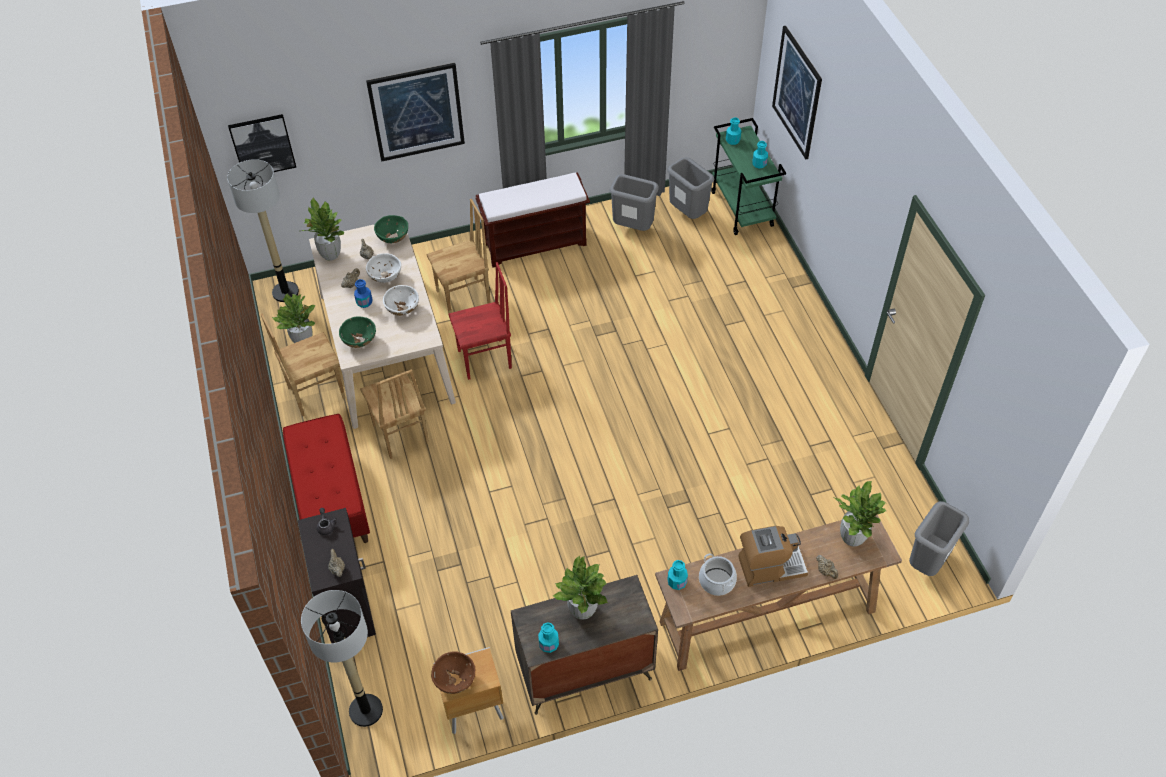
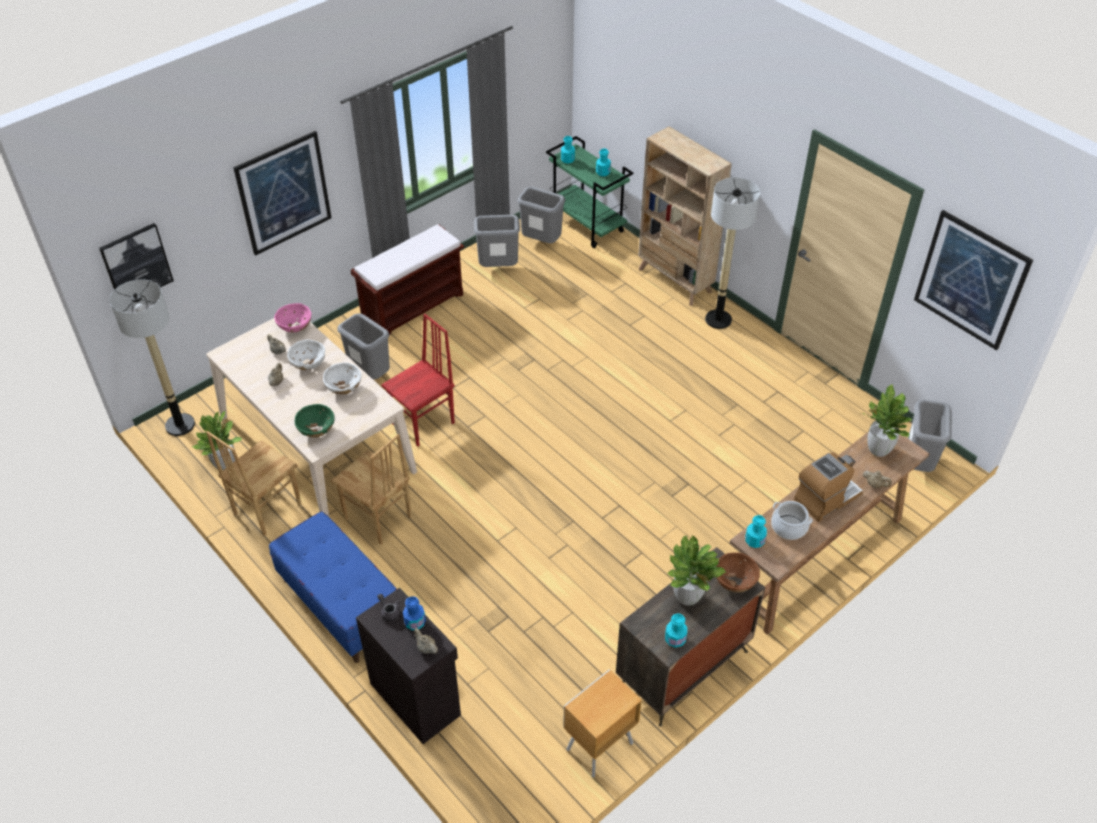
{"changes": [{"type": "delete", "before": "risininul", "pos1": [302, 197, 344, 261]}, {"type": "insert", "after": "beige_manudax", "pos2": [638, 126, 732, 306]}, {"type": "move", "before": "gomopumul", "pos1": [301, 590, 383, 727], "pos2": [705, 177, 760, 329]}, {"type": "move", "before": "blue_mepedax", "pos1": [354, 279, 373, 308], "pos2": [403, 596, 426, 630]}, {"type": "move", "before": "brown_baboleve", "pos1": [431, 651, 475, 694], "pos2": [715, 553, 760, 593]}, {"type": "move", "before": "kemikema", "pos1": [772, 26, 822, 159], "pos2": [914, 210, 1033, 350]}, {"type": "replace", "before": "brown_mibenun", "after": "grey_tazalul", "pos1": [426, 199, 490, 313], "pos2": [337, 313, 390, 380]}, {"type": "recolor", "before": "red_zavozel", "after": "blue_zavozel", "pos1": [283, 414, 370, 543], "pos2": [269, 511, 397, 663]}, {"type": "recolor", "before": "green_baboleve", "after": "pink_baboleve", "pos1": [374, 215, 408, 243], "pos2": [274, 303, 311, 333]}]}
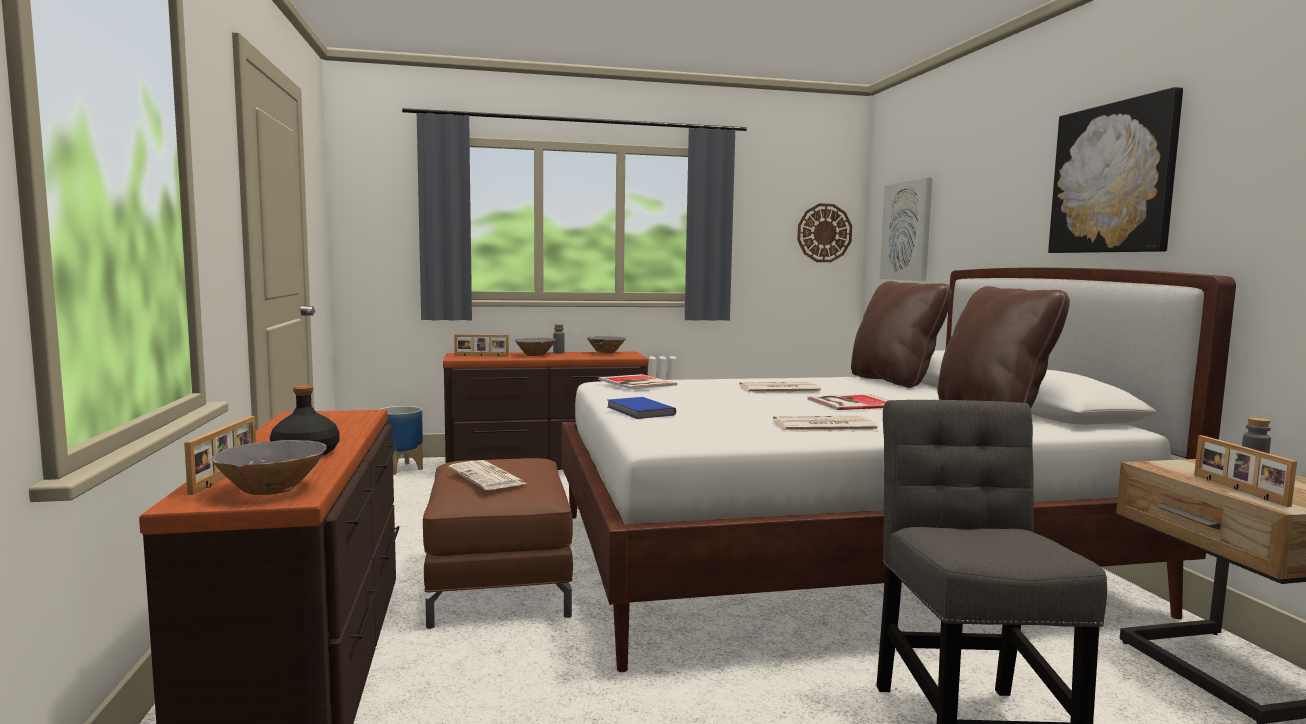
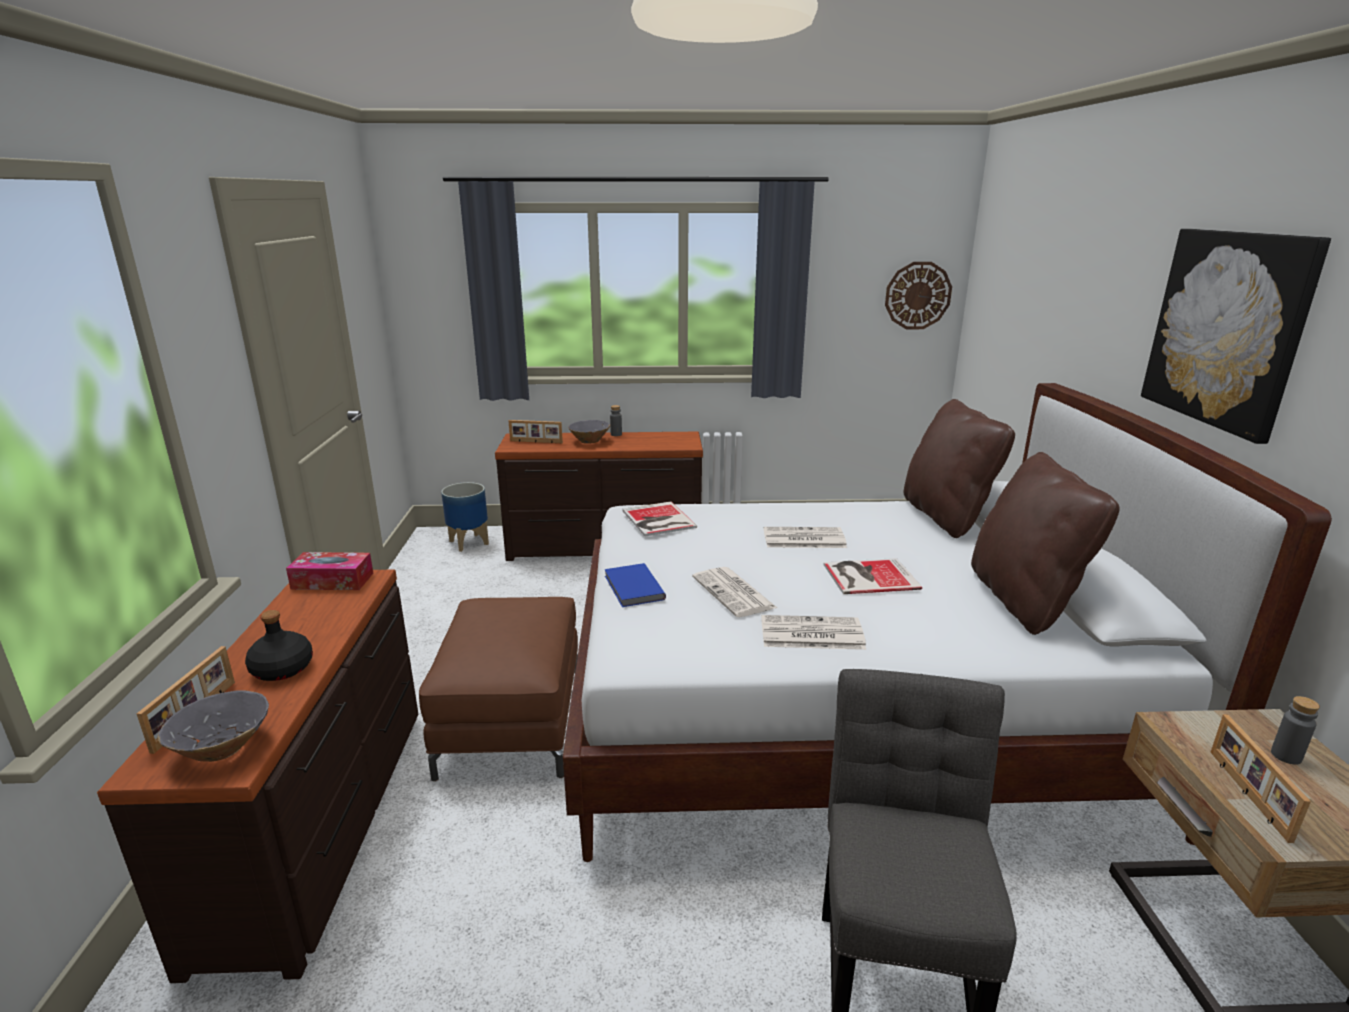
{"changes": [{"type": "delete", "before": "grey_baboleve", "pos1": [587, 336, 626, 354]}, {"type": "delete", "before": "kemikema", "pos1": [880, 177, 932, 281]}, {"type": "insert", "after": "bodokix", "pos2": [286, 552, 373, 590]}, {"type": "move", "before": "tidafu", "pos1": [448, 460, 527, 490], "pos2": [692, 567, 777, 617]}]}
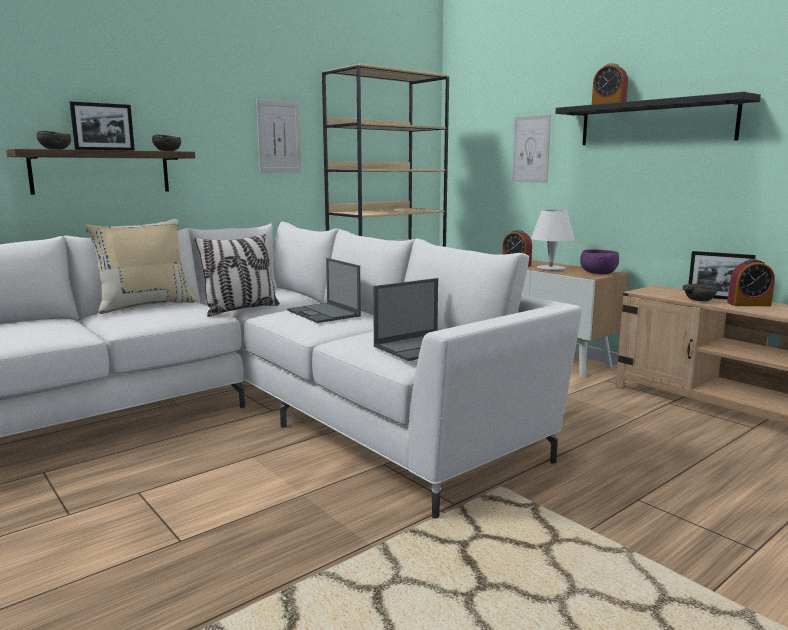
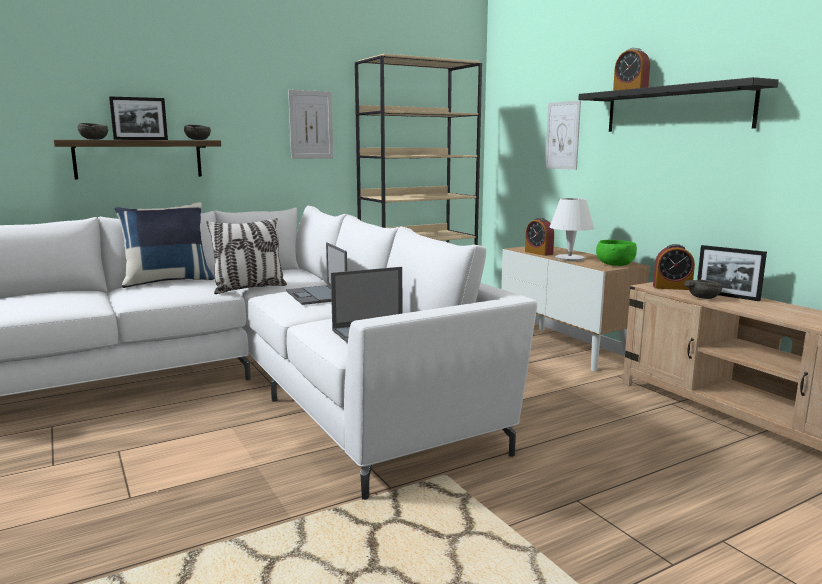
{"changes": [{"type": "move", "before": "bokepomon", "pos1": [727, 259, 775, 306], "pos2": [653, 244, 695, 290]}, {"type": "recolor", "before": "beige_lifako", "after": "blue_lifako", "pos1": [85, 219, 197, 314], "pos2": [115, 202, 214, 288]}, {"type": "recolor", "before": "purple_baboleve", "after": "green_baboleve", "pos1": [580, 249, 619, 274], "pos2": [596, 240, 637, 266]}]}
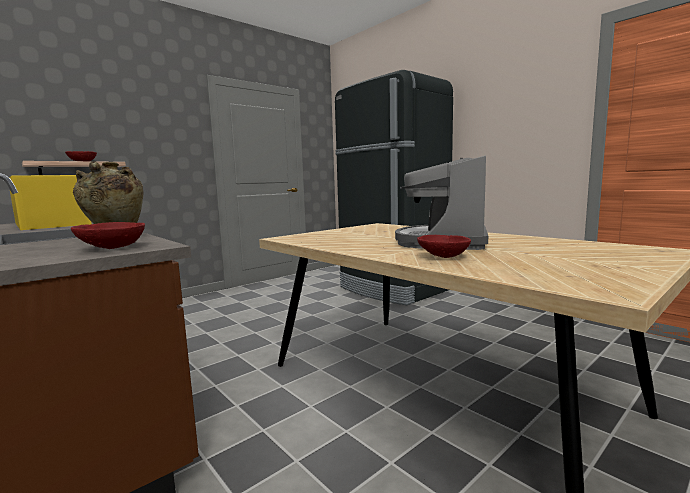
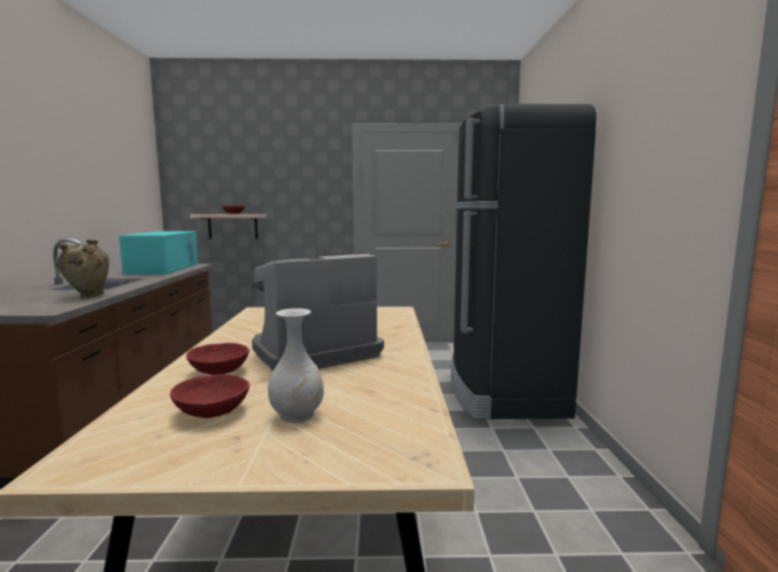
{"changes": [{"type": "insert", "after": "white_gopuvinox", "pos2": [268, 308, 324, 423]}, {"type": "move", "before": "red_baboleve", "pos1": [71, 222, 145, 249], "pos2": [170, 374, 250, 418]}, {"type": "recolor", "before": "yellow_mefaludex", "after": "turquoise_mefaludex", "pos1": [9, 175, 92, 230], "pos2": [119, 231, 198, 274]}]}
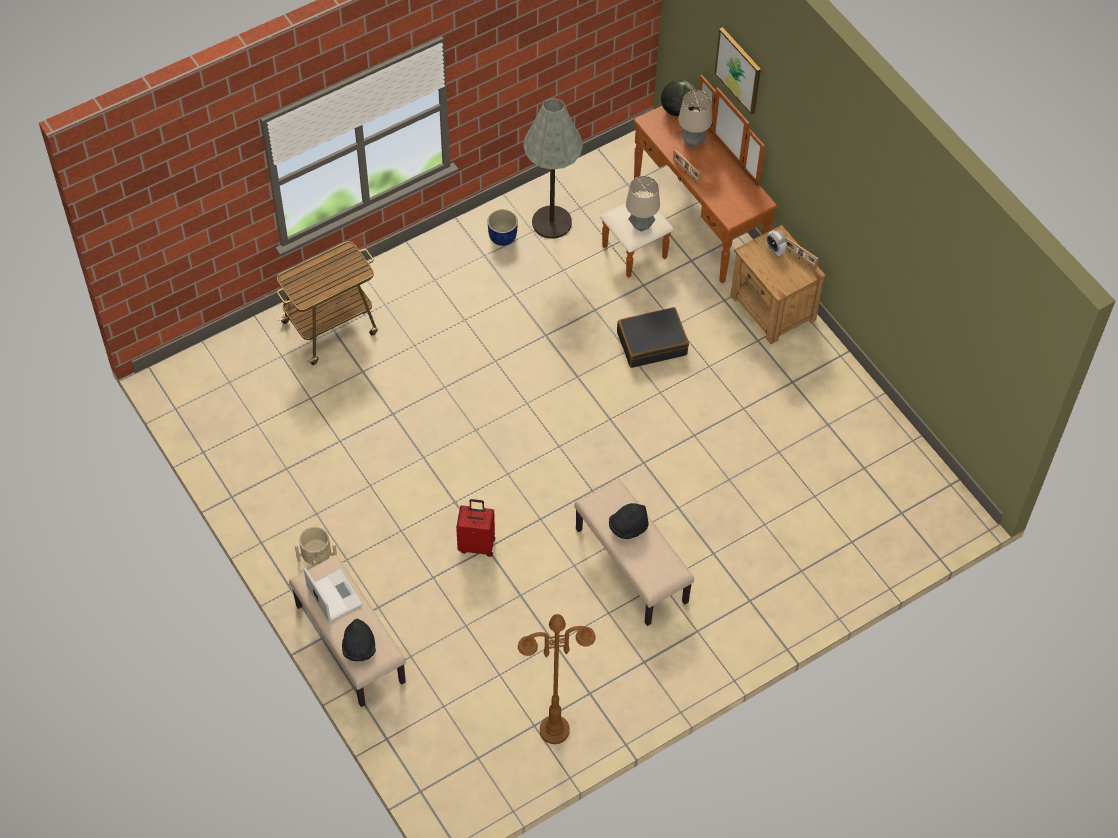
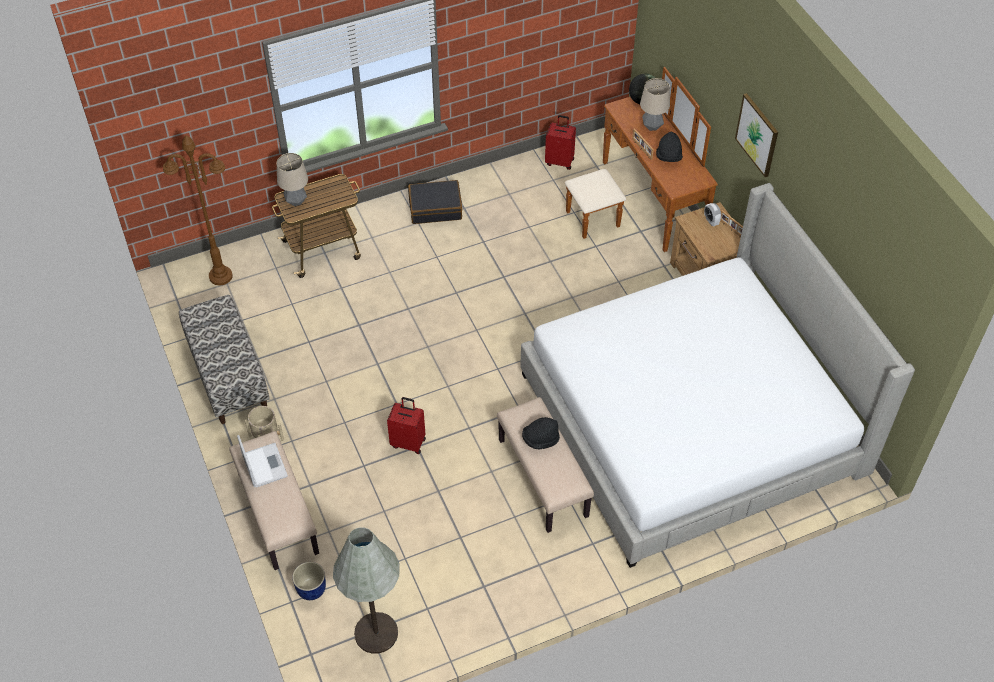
{"changes": [{"type": "insert", "after": "zavozel", "pos2": [179, 295, 270, 424]}, {"type": "insert", "after": "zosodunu", "pos2": [521, 183, 915, 568]}, {"type": "insert", "after": "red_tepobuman", "pos2": [545, 115, 576, 170]}, {"type": "move", "before": "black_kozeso", "pos1": [342, 619, 376, 662], "pos2": [656, 132, 683, 162]}, {"type": "move", "before": "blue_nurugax", "pos1": [487, 209, 518, 246], "pos2": [292, 562, 326, 600]}, {"type": "move", "before": "brown_gomopumul", "pos1": [518, 614, 596, 744], "pos2": [163, 135, 233, 285]}, {"type": "move", "before": "grey_gomopumul", "pos1": [523, 98, 583, 239], "pos2": [333, 527, 400, 654]}, {"type": "move", "before": "black_tepobuman", "pos1": [617, 307, 689, 368], "pos2": [408, 180, 462, 224]}, {"type": "move", "before": "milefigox", "pos1": [626, 176, 660, 232], "pos2": [277, 153, 308, 206]}, {"type": "move", "before": "kemikema", "pos1": [715, 27, 761, 115], "pos2": [735, 93, 778, 177]}]}
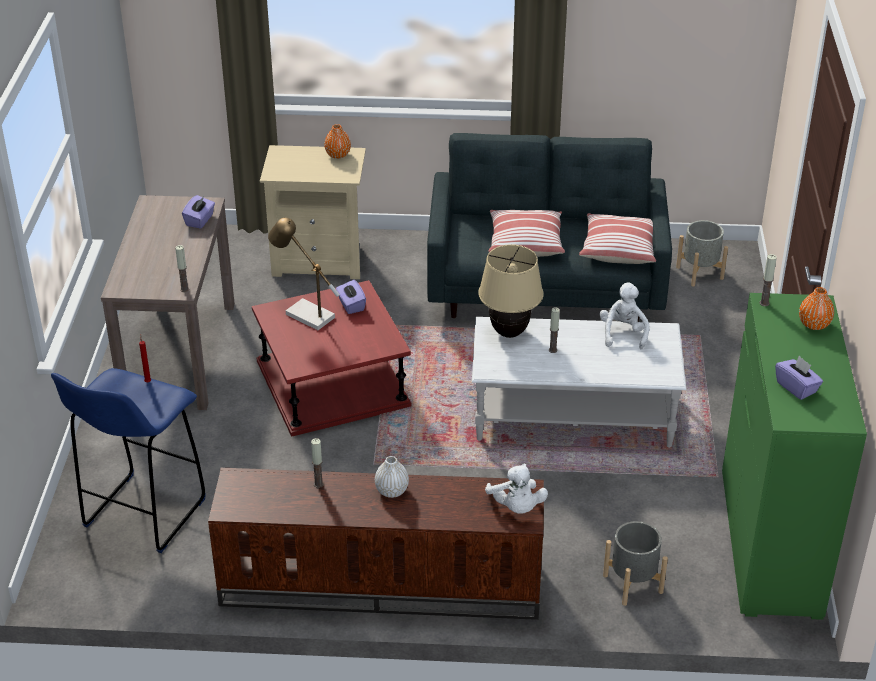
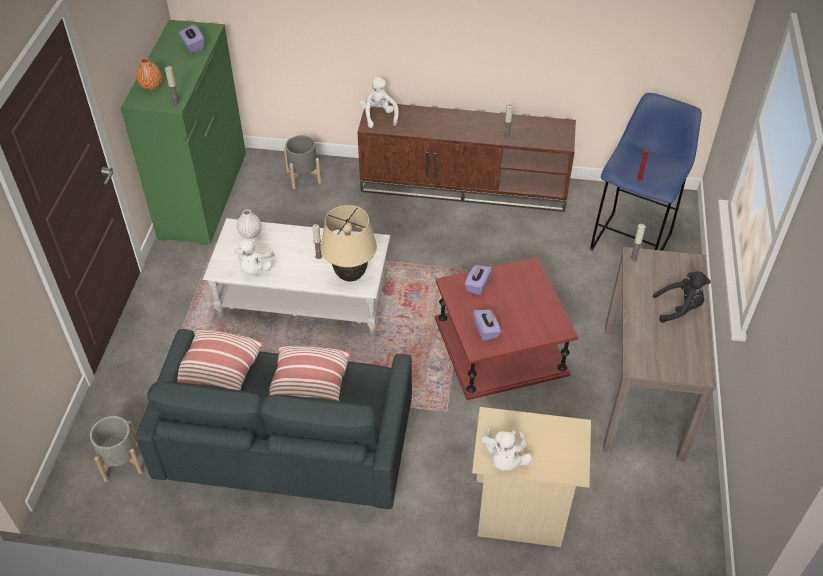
{"changes": [{"type": "delete", "before": "milefigox", "pos1": [268, 218, 340, 330]}, {"type": "insert", "after": "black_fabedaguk", "pos2": [653, 271, 711, 323]}, {"type": "move", "before": "purple_bodokix", "pos1": [182, 195, 215, 229], "pos2": [465, 264, 492, 295]}, {"type": "move", "before": "white_gopuvinox", "pos1": [375, 456, 409, 498], "pos2": [237, 209, 261, 239]}, {"type": "replace", "before": "orange_gopuvinox", "after": "white_fabedaguk", "pos1": [324, 124, 351, 159], "pos2": [481, 429, 533, 471]}]}
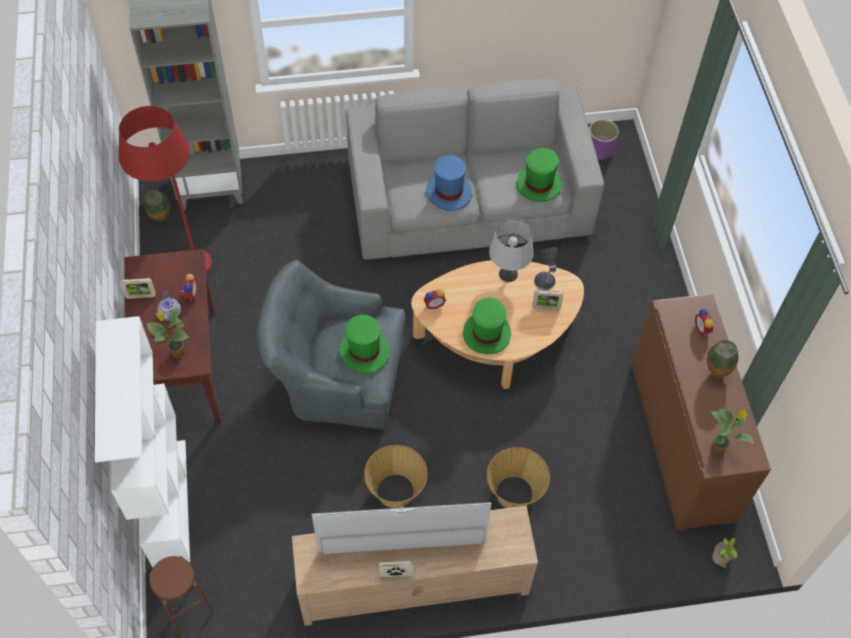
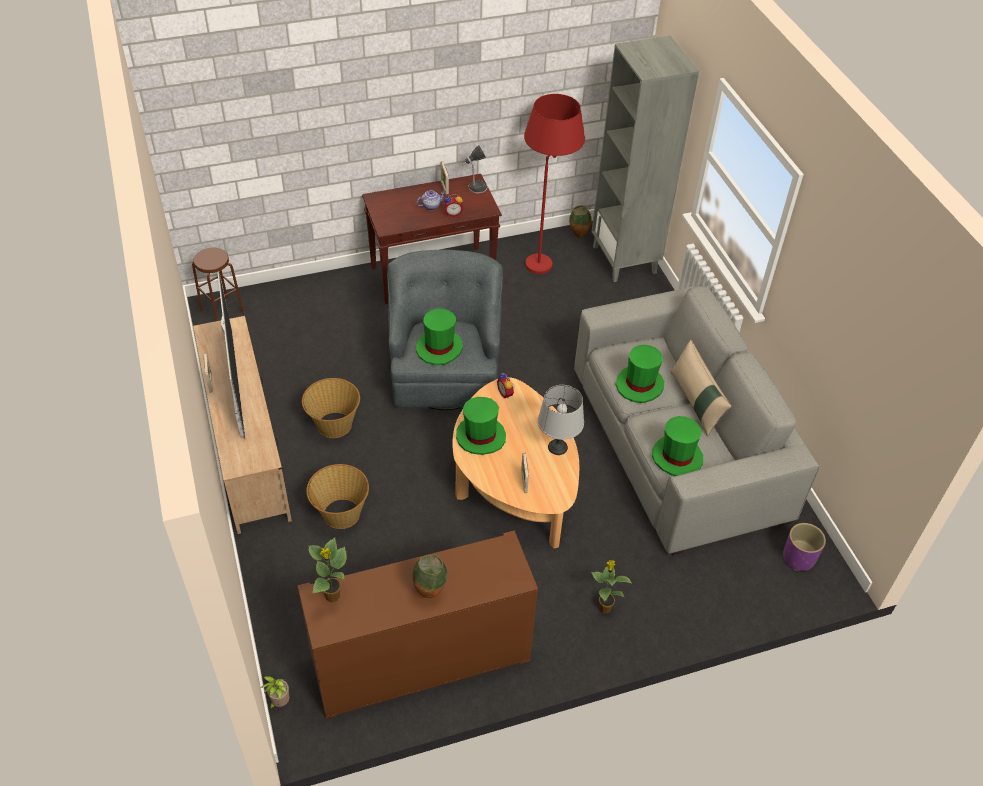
{"changes": [{"type": "delete", "before": "white_manudax", "pos1": [95, 316, 190, 567]}, {"type": "delete", "before": "bokepomon", "pos1": [695, 309, 715, 336]}, {"type": "insert", "after": "beige_lifako", "pos2": [670, 340, 732, 437]}, {"type": "move", "before": "risininul", "pos1": [146, 307, 189, 359], "pos2": [591, 560, 631, 614]}, {"type": "move", "before": "milefigox", "pos1": [534, 248, 557, 290], "pos2": [465, 145, 487, 194]}, {"type": "recolor", "before": "blue_kozeso", "after": "green_kozeso", "pos1": [426, 155, 472, 211], "pos2": [616, 345, 664, 403]}]}
